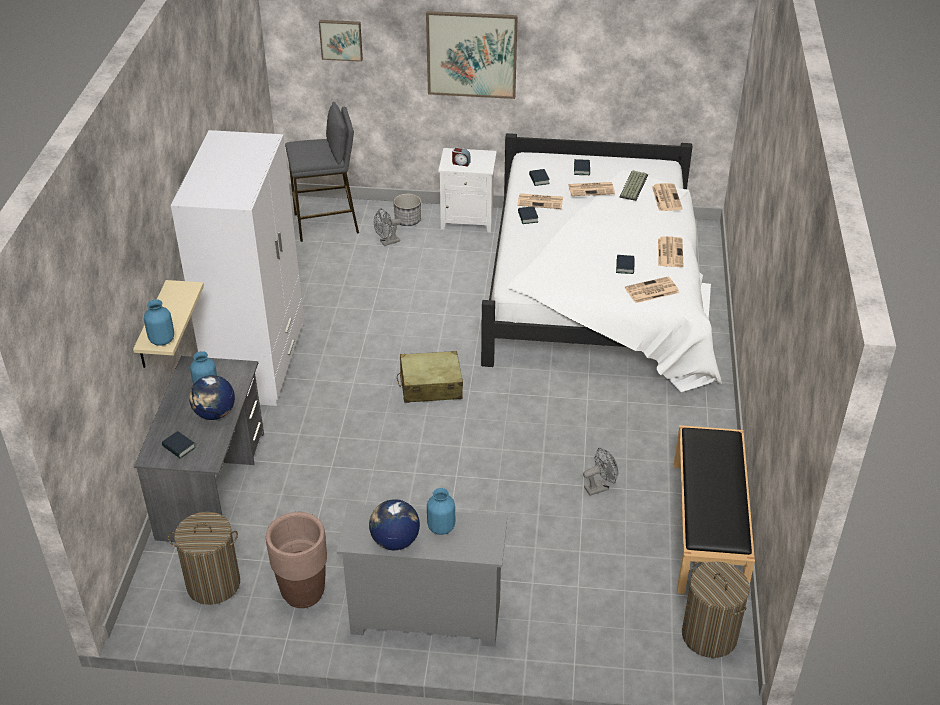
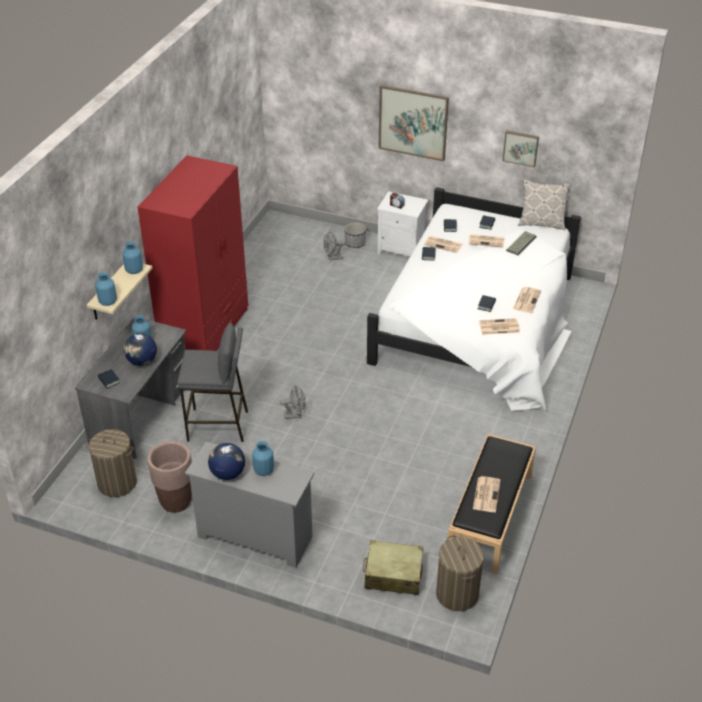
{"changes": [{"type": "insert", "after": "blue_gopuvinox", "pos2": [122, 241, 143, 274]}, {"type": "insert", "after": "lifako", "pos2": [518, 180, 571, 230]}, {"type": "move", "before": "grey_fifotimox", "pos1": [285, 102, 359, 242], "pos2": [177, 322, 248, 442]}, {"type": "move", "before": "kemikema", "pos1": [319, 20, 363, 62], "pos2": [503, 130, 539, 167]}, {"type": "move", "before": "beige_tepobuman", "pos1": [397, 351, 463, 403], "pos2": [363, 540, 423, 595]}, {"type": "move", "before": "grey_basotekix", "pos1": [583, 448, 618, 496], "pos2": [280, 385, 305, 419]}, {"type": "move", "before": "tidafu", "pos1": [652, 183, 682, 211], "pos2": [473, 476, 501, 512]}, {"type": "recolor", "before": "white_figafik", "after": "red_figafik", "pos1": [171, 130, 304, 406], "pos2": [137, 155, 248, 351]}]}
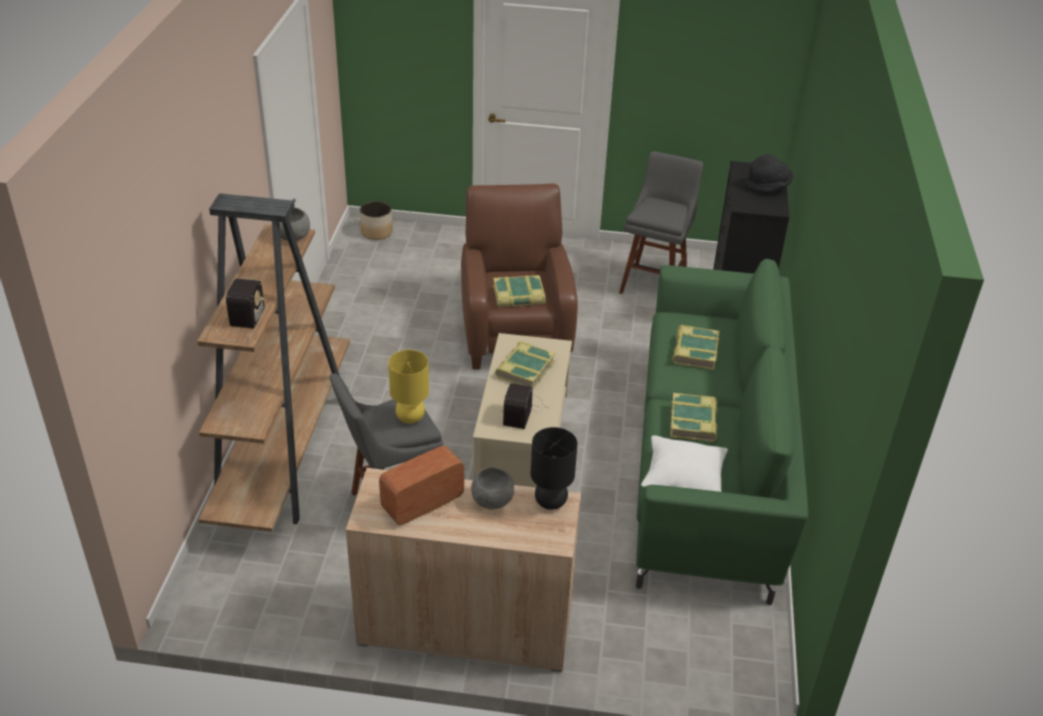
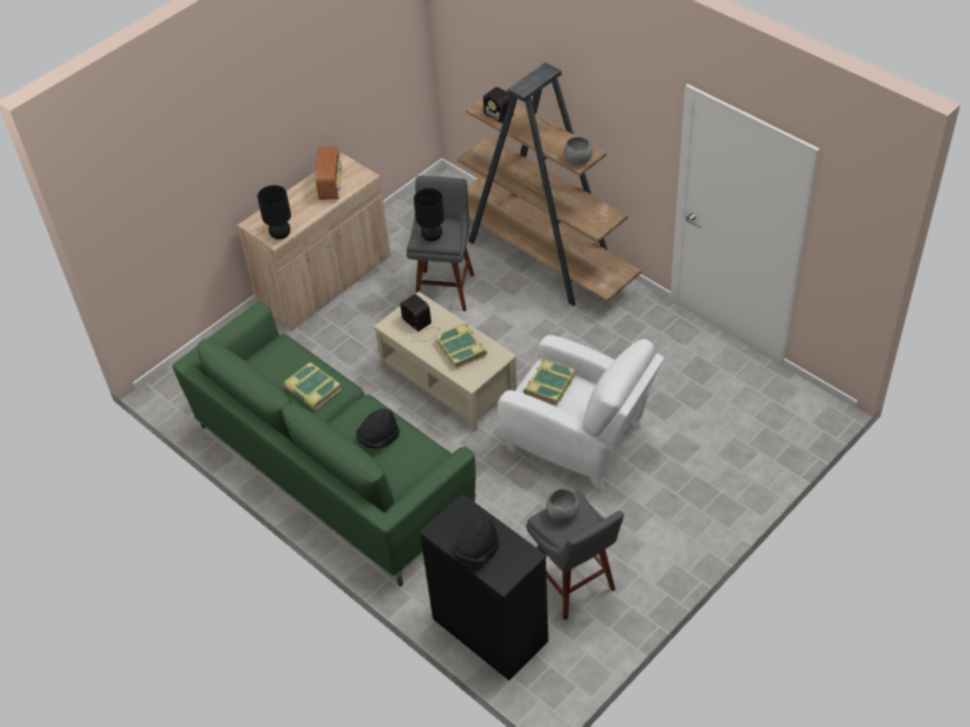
{"changes": [{"type": "delete", "before": "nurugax", "pos1": [360, 201, 393, 240]}, {"type": "delete", "before": "white_lifako", "pos1": [641, 435, 728, 492]}, {"type": "move", "before": "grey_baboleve", "pos1": [471, 467, 515, 510], "pos2": [546, 489, 580, 522]}, {"type": "replace", "before": "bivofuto", "after": "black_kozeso", "pos1": [672, 325, 719, 370], "pos2": [356, 409, 400, 449]}, {"type": "recolor", "before": "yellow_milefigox", "after": "black_milefigox", "pos1": [388, 350, 429, 424], "pos2": [414, 188, 444, 241]}, {"type": "recolor", "before": "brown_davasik", "after": "white_davasik", "pos1": [461, 184, 578, 370], "pos2": [498, 335, 664, 491]}]}
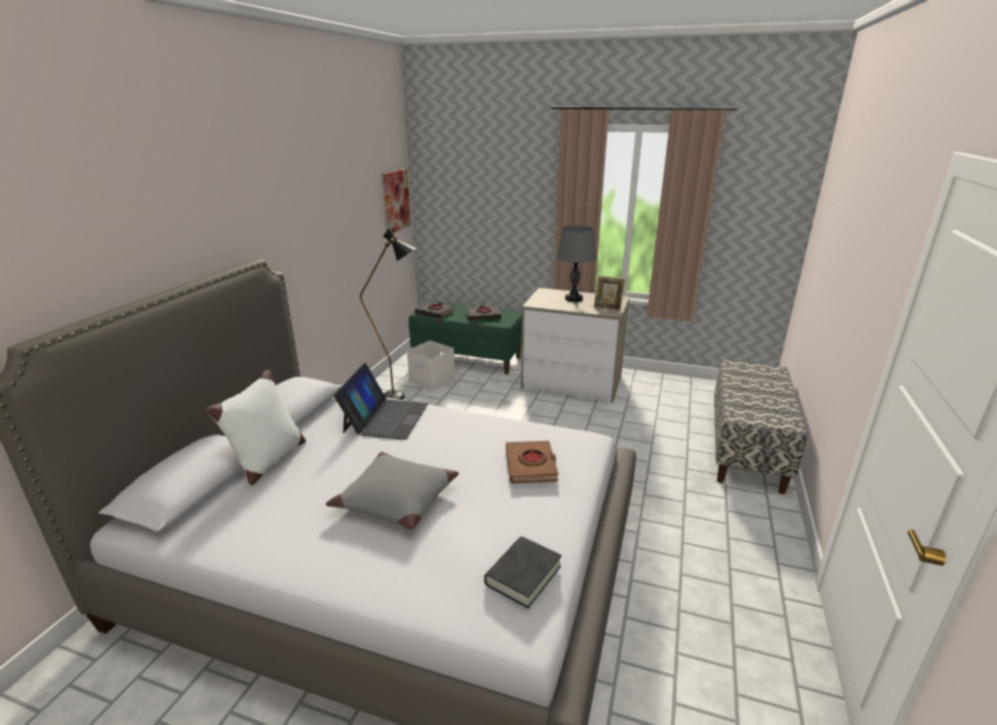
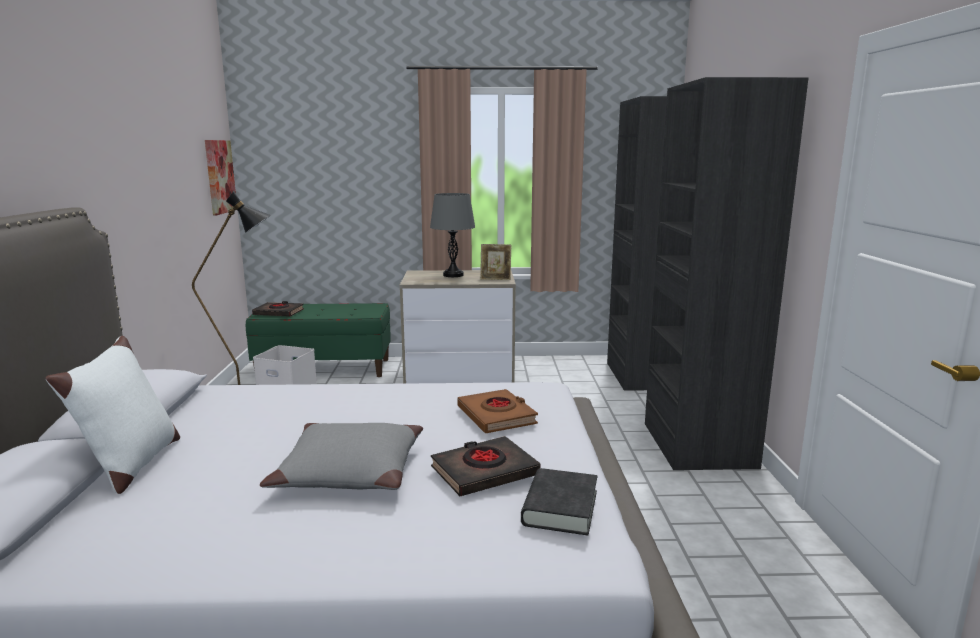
{"changes": [{"type": "delete", "before": "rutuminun", "pos1": [334, 363, 428, 440]}, {"type": "move", "before": "black_bivofuto", "pos1": [466, 305, 501, 320], "pos2": [431, 436, 540, 496]}, {"type": "replace", "before": "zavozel", "after": "black_figafik", "pos1": [714, 359, 807, 494], "pos2": [607, 77, 809, 470]}]}
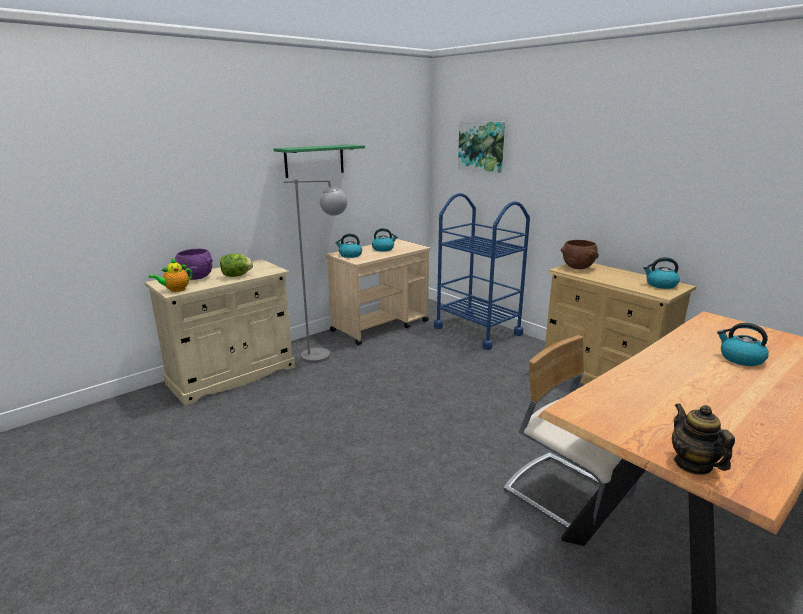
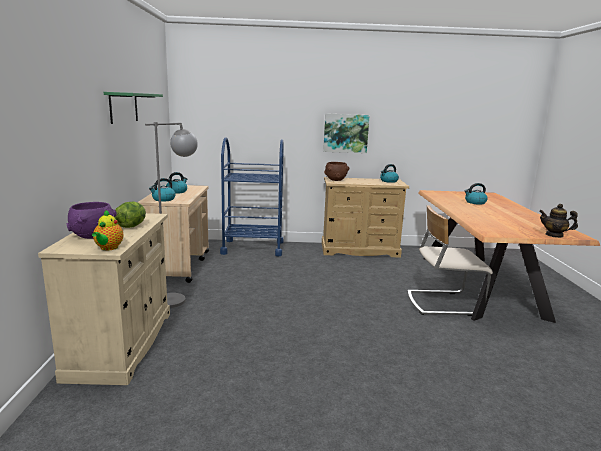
{"changes": [{"type": "move", "before": "kemikema", "pos1": [458, 121, 505, 173], "pos2": [323, 113, 370, 153]}]}
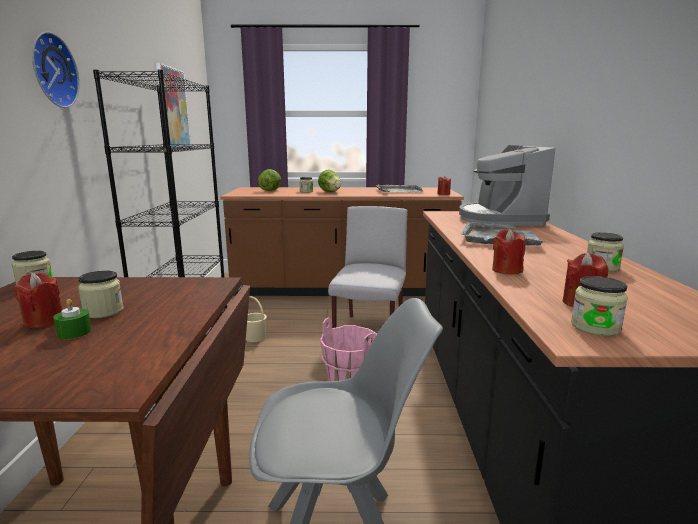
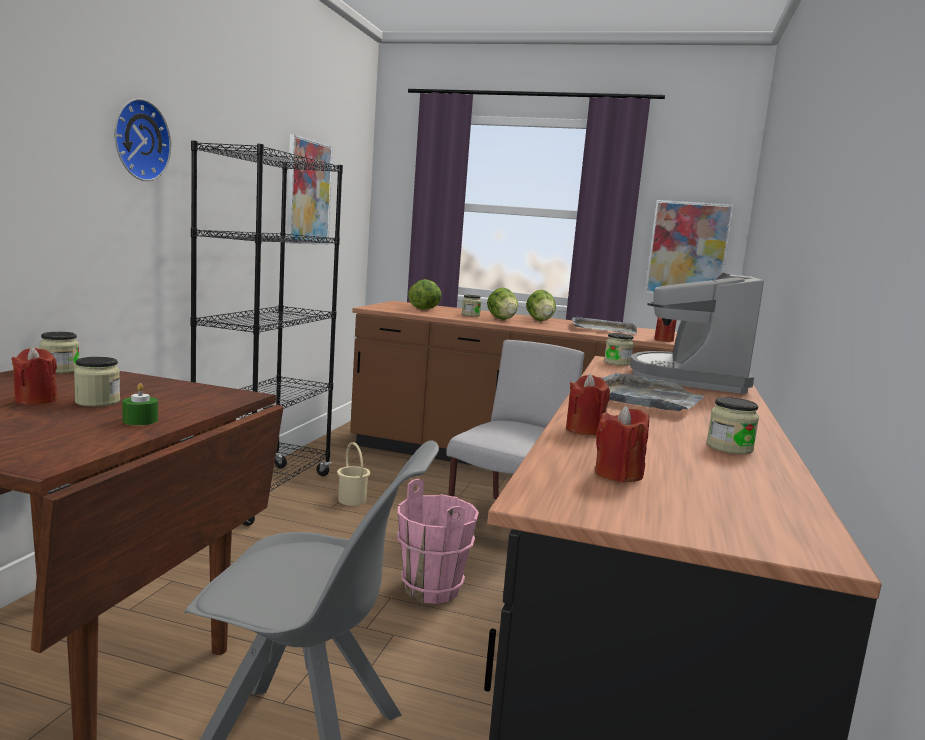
{"changes": [{"type": "insert", "after": "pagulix", "pos2": [526, 290, 556, 321]}, {"type": "insert", "after": "kemikema", "pos2": [645, 200, 734, 294]}, {"type": "move", "before": "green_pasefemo", "pos1": [53, 299, 92, 339], "pos2": [122, 383, 158, 426]}, {"type": "move", "before": "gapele", "pos1": [571, 276, 628, 336], "pos2": [604, 333, 634, 366]}]}
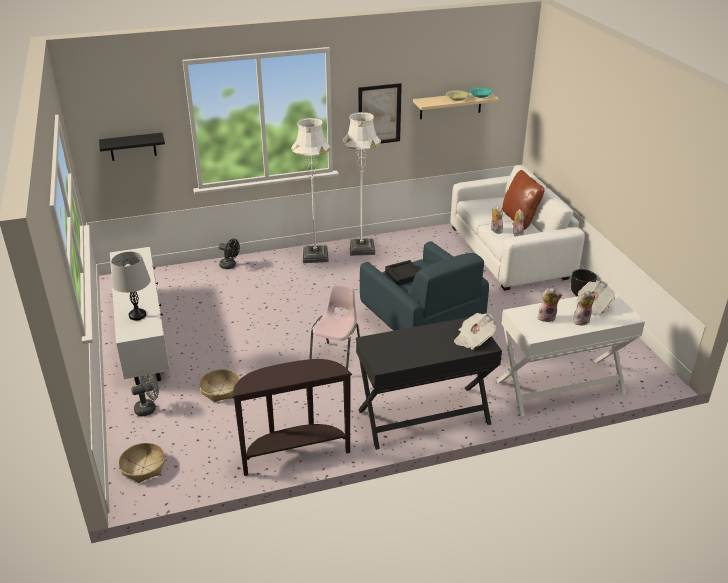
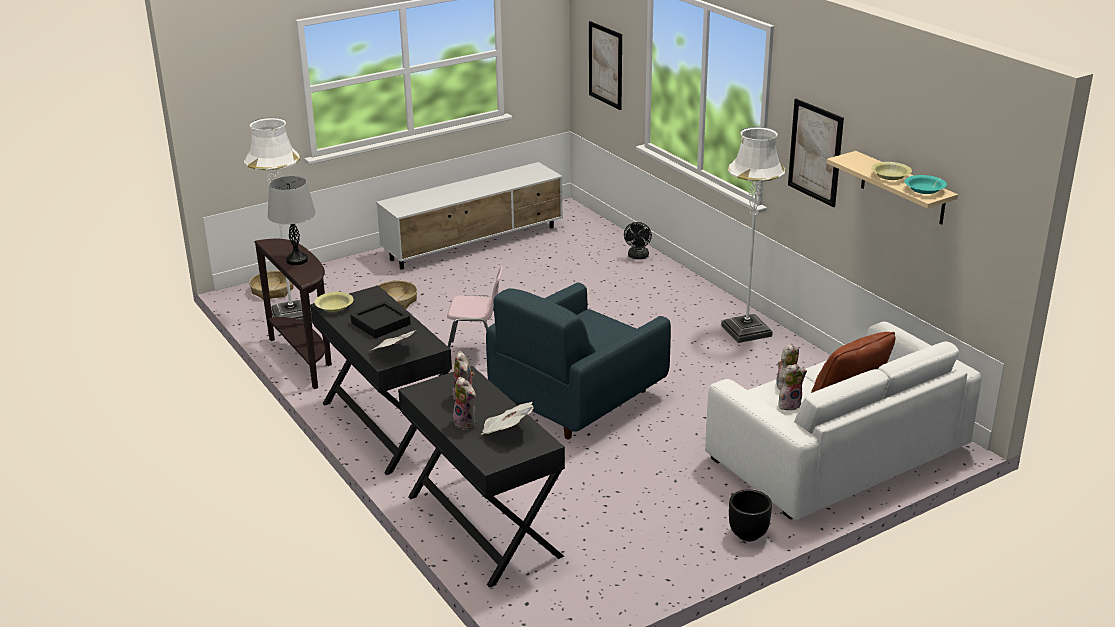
{"changes": [{"type": "delete", "before": "grey_basotekix", "pos1": [131, 373, 159, 416]}, {"type": "insert", "after": "yellow_baboleve", "pos2": [314, 292, 353, 312]}, {"type": "move", "before": "grey_milefigox", "pos1": [112, 252, 151, 320], "pos2": [268, 176, 316, 265]}, {"type": "move", "before": "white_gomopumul", "pos1": [291, 118, 331, 263], "pos2": [244, 117, 312, 322]}, {"type": "move", "before": "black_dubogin", "pos1": [385, 260, 420, 286], "pos2": [351, 301, 411, 338]}, {"type": "replace", "before": "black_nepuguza", "after": "kemikema", "pos1": [99, 133, 165, 161], "pos2": [589, 21, 622, 110]}, {"type": "recolor", "before": "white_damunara", "after": "black_damunara", "pos1": [496, 292, 645, 417], "pos2": [398, 366, 565, 588]}]}
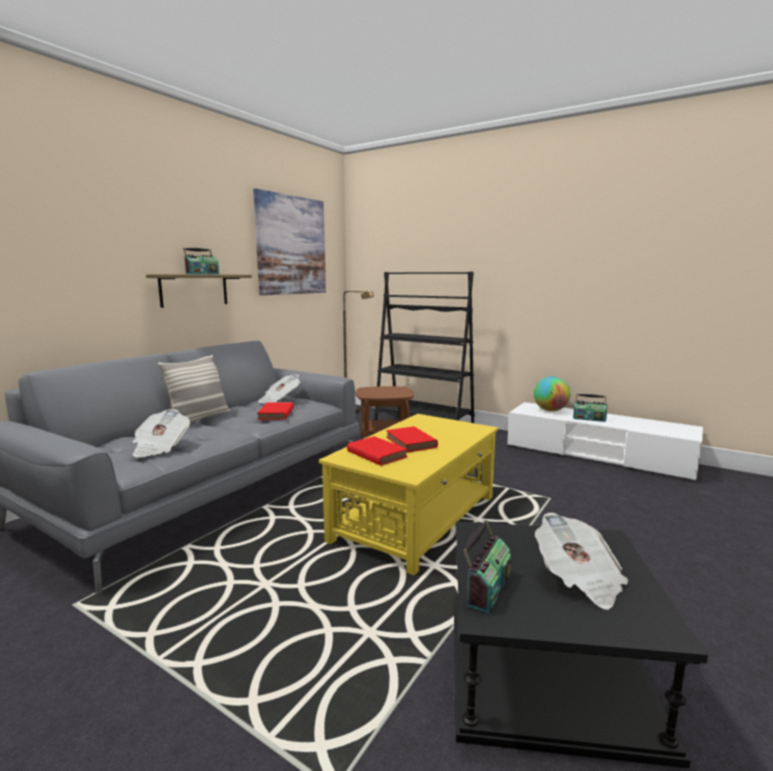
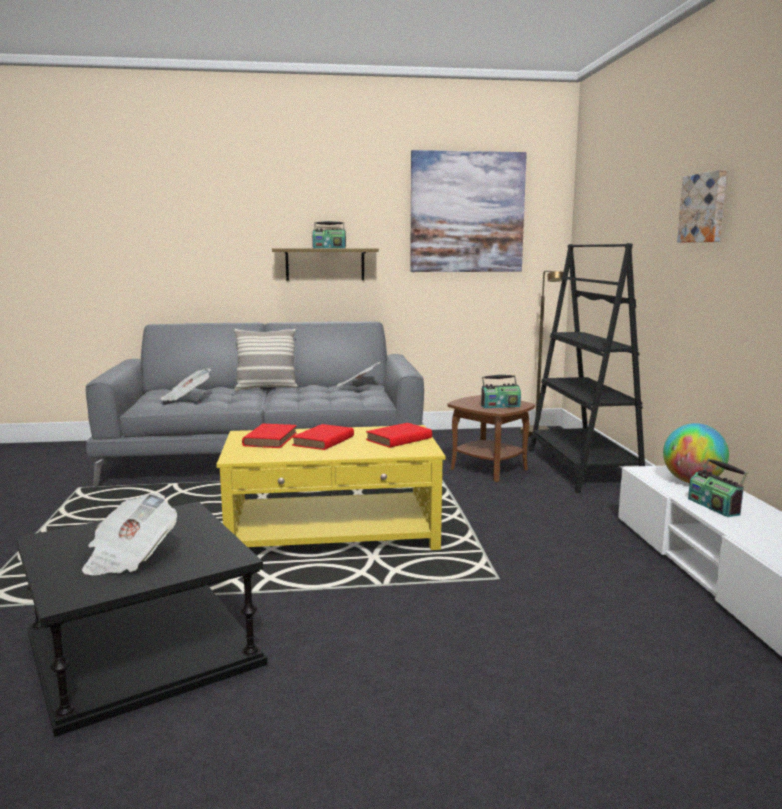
{"changes": [{"type": "insert", "after": "kemikema", "pos2": [677, 170, 727, 243]}, {"type": "move", "before": "red_bivofuto", "pos1": [257, 402, 294, 420], "pos2": [366, 423, 432, 448]}, {"type": "move", "before": "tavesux", "pos1": [463, 520, 511, 613], "pos2": [481, 375, 521, 408]}]}
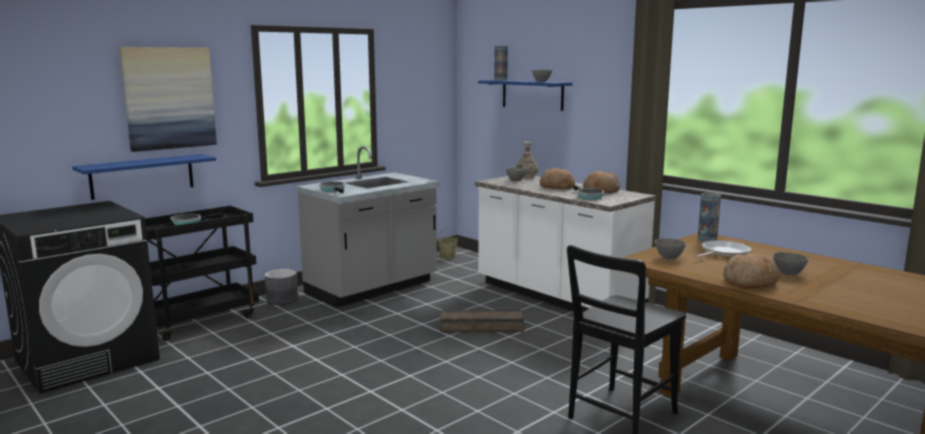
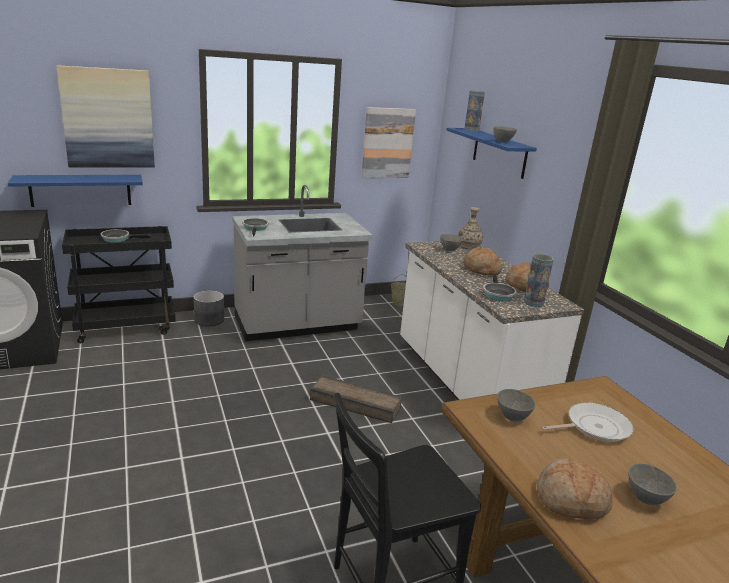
{"changes": [{"type": "insert", "after": "kemikema", "pos2": [362, 107, 416, 178]}, {"type": "move", "before": "gopuvinox", "pos1": [698, 193, 721, 242], "pos2": [524, 254, 554, 307]}]}
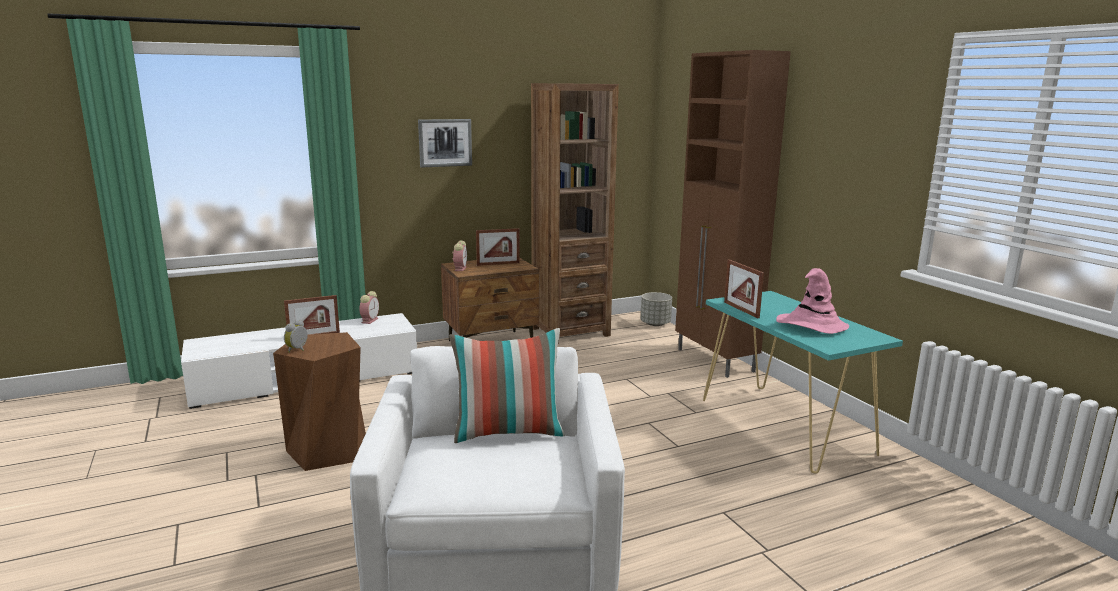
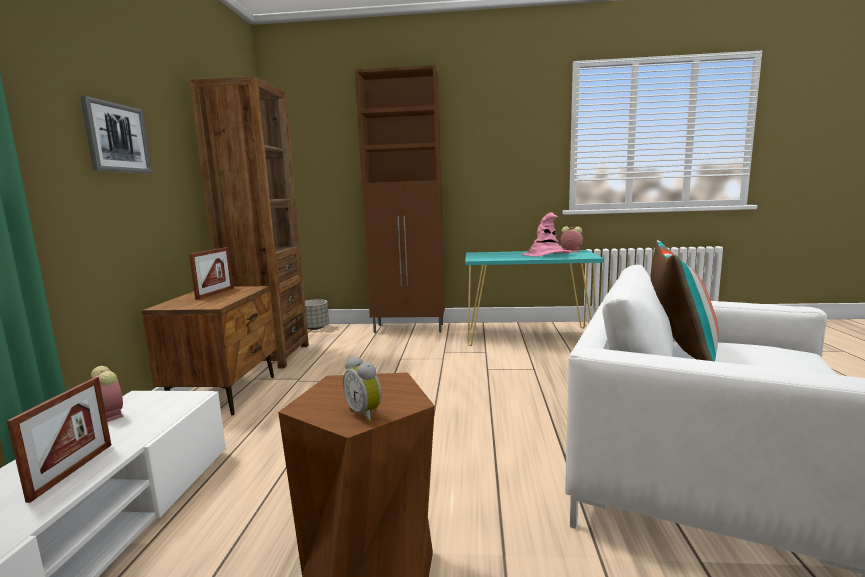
{"changes": [{"type": "delete", "before": "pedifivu", "pos1": [724, 259, 764, 318]}, {"type": "move", "before": "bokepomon", "pos1": [452, 240, 467, 271], "pos2": [561, 226, 583, 252]}]}
